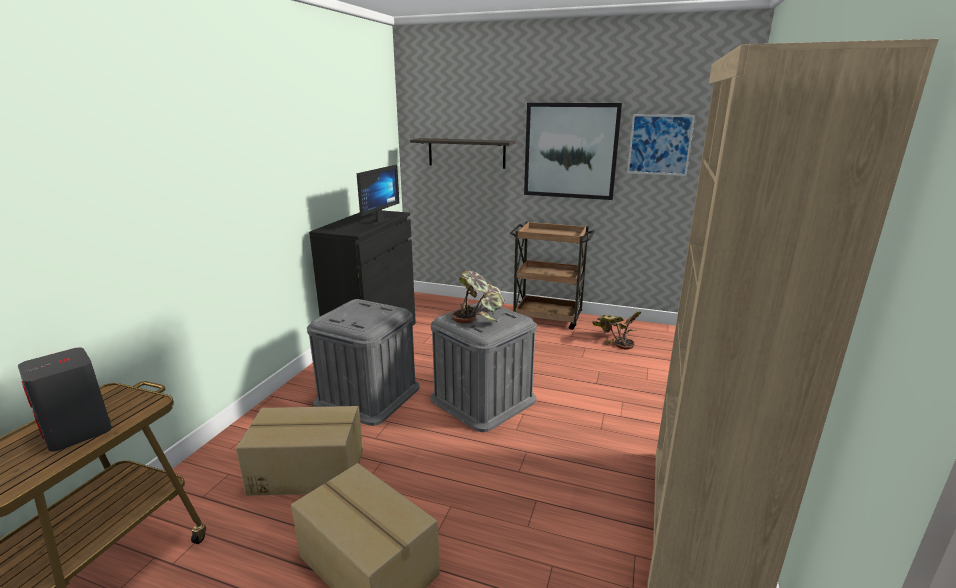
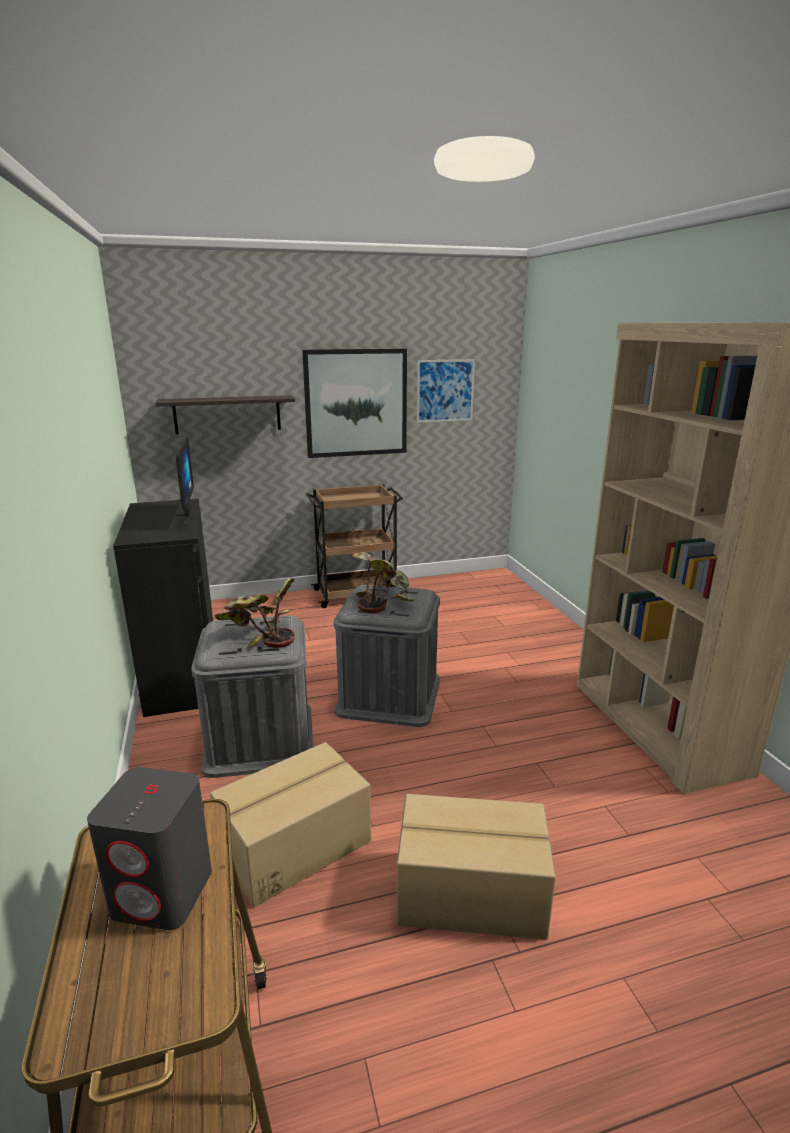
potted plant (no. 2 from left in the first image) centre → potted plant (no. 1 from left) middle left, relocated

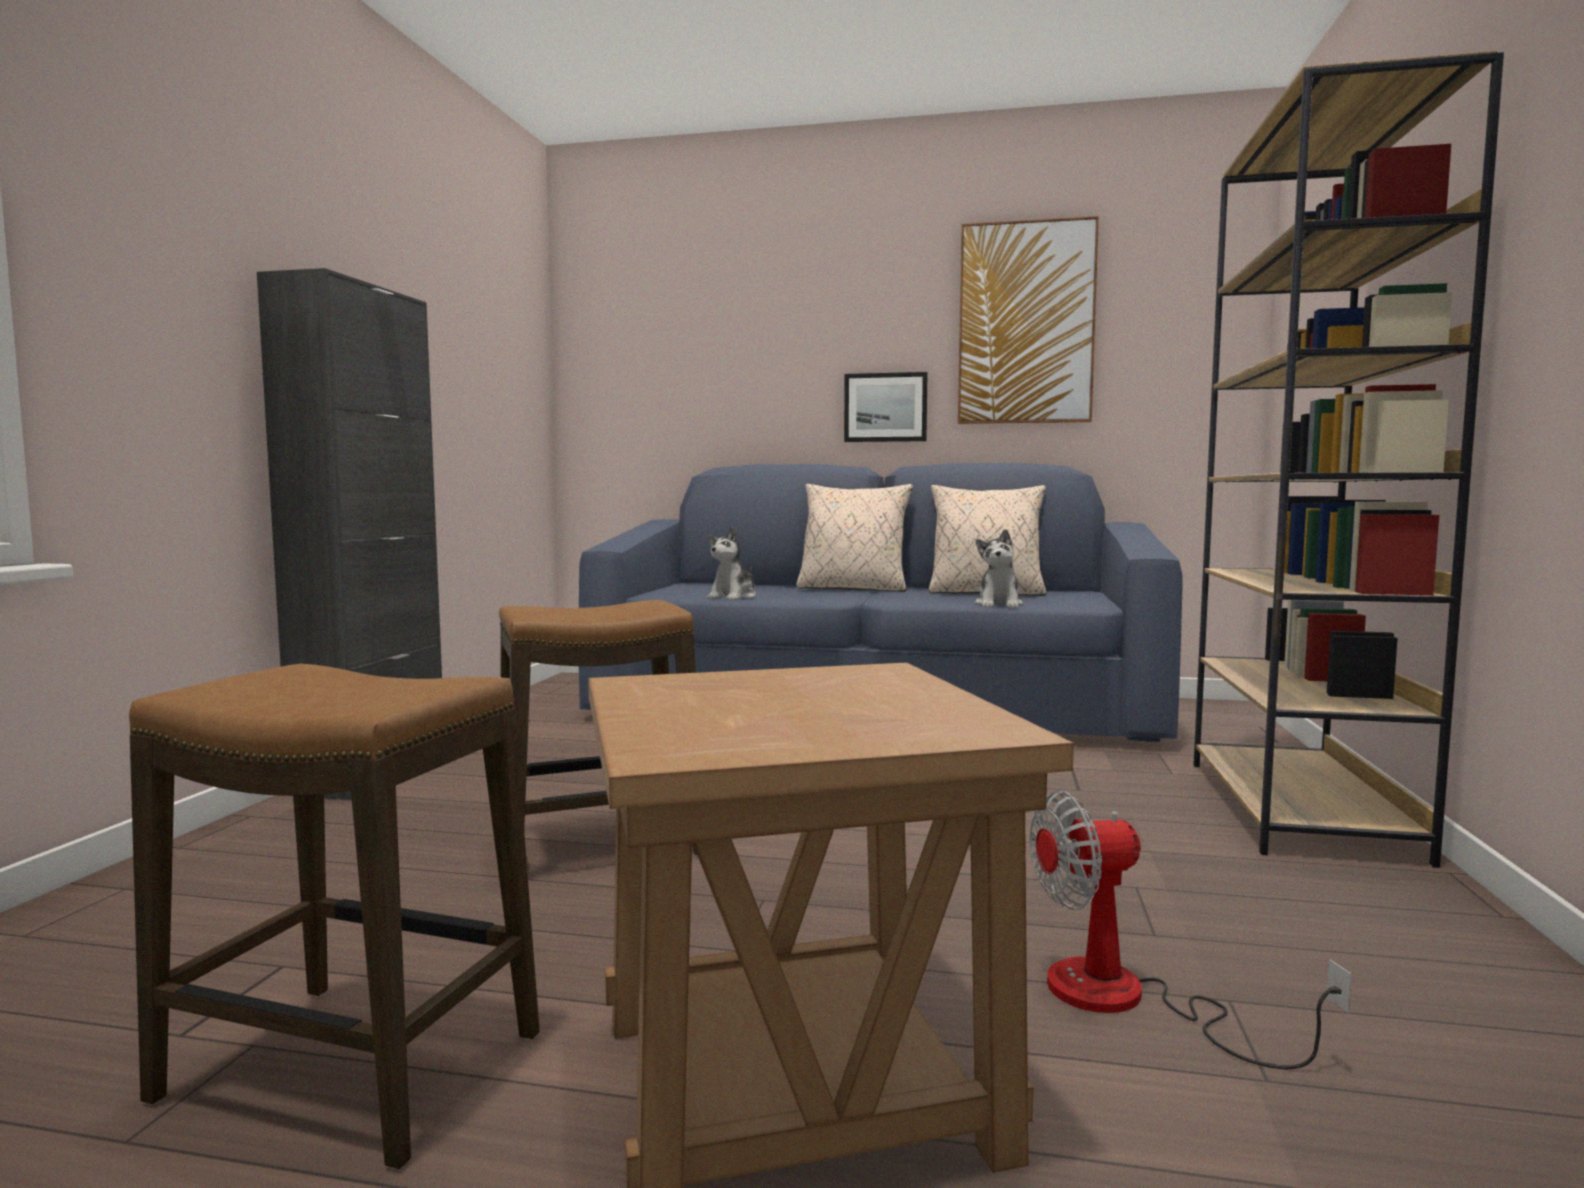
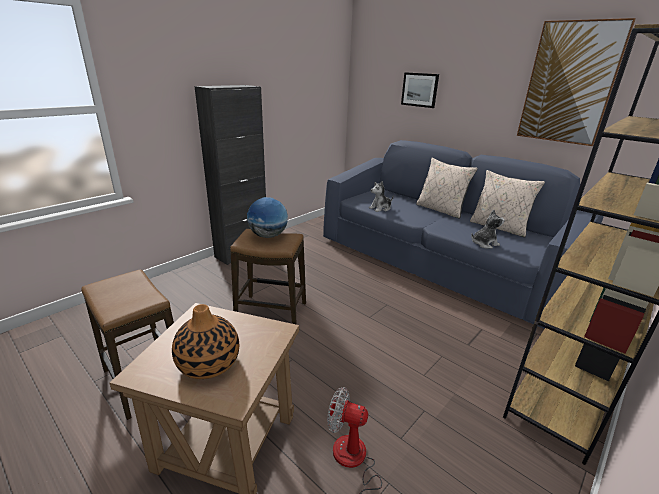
picture (no. 1 from left) centre → picture (no. 1 from left) top centre, relocated
plush toy (no. 2 from left) centre → plush toy (no. 2 from left) middle right, 150 degrees counterclockwise
- → globe centre
- → vase bottom left

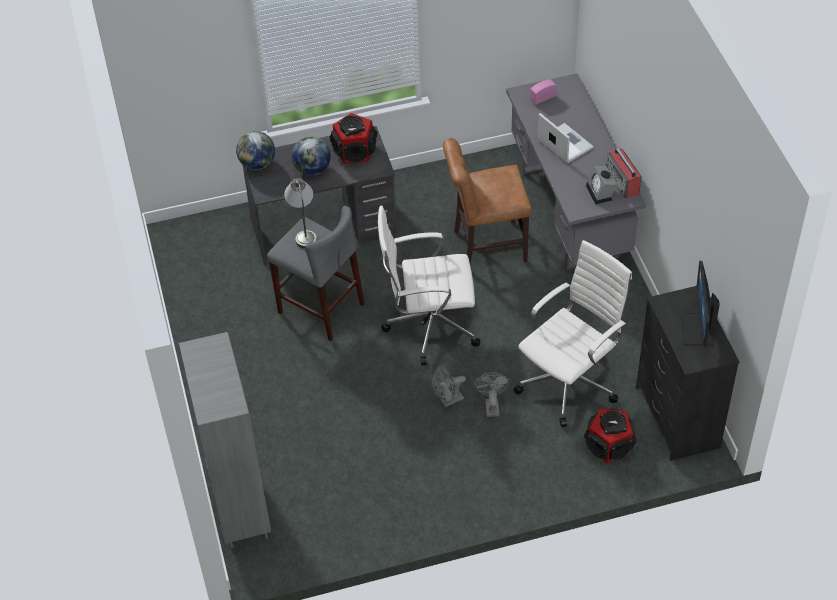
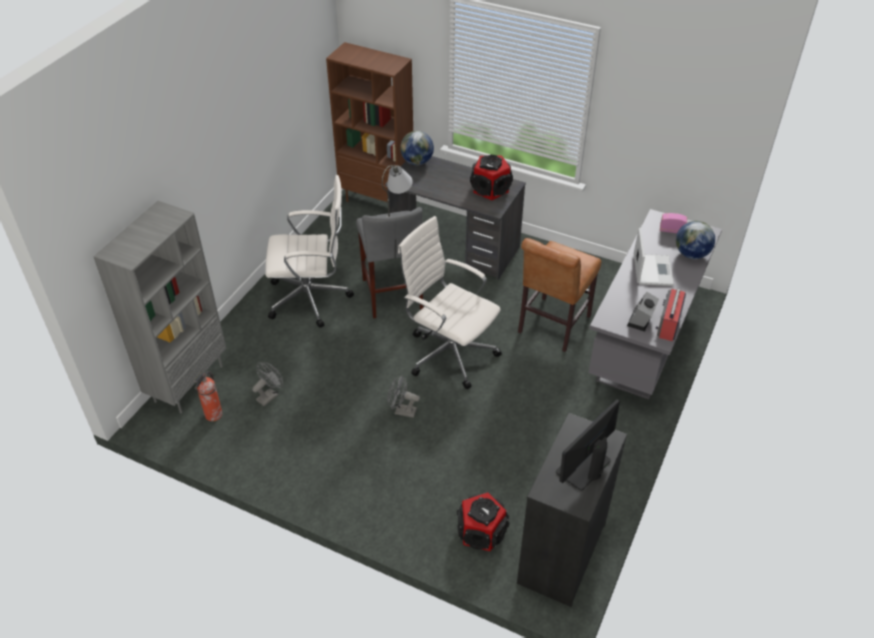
globe (no. 2 from left) top centre → globe (no. 2 from left) middle right, relocated
brown chair centre, 90 degrees counterclockwise
white office chair (no. 2 from left in the first image) middle right → white office chair (no. 1 from left) centre, relocated
grey fan (no. 2 from left in the first image) centre → grey fan (no. 1 from left) middle left, relocated
- → brown bookcase top centre
- → fire extinguisher middle left

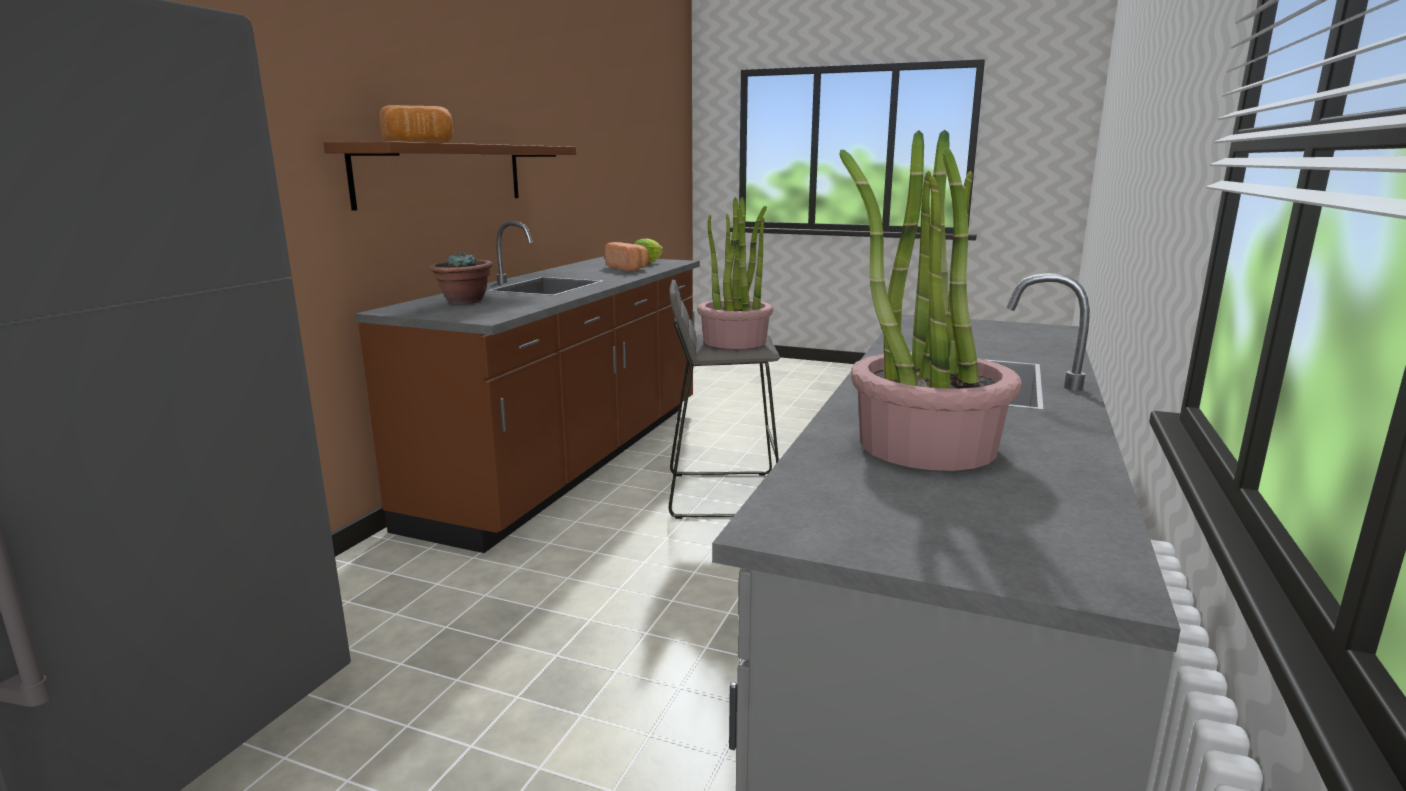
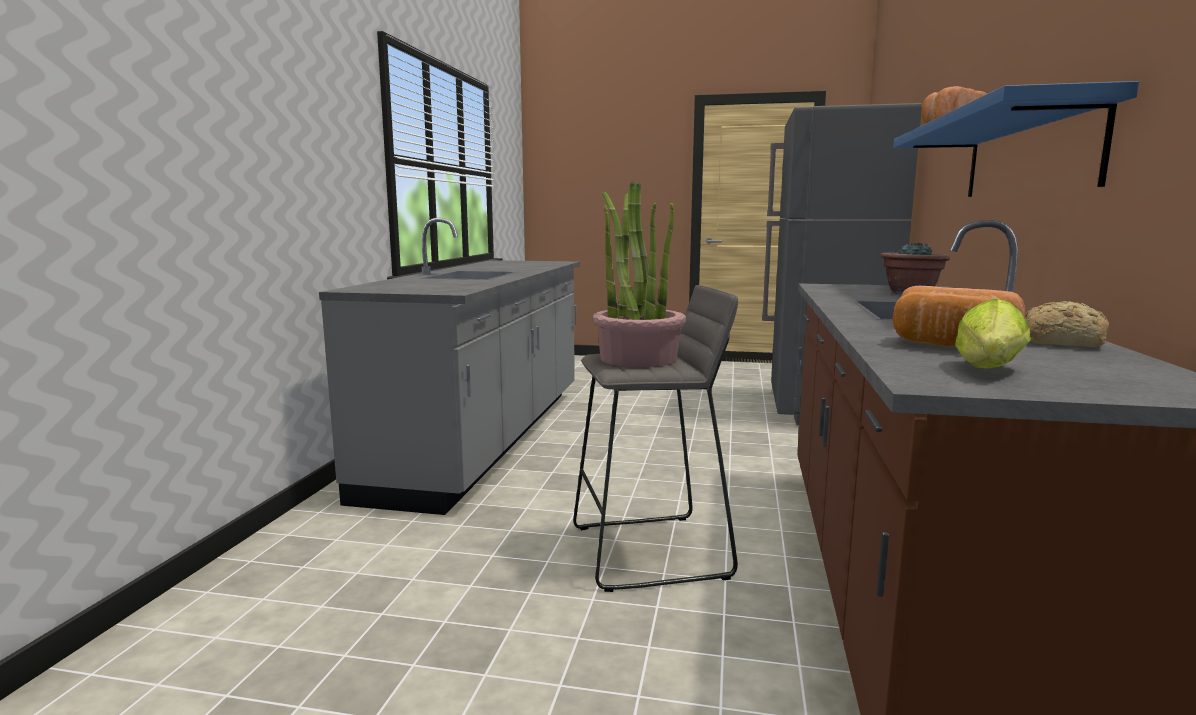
potted plant (no. 3 from left) centre → -
brown shelf top left → blue shelf top right
- → bread (no. 3 from left) middle right

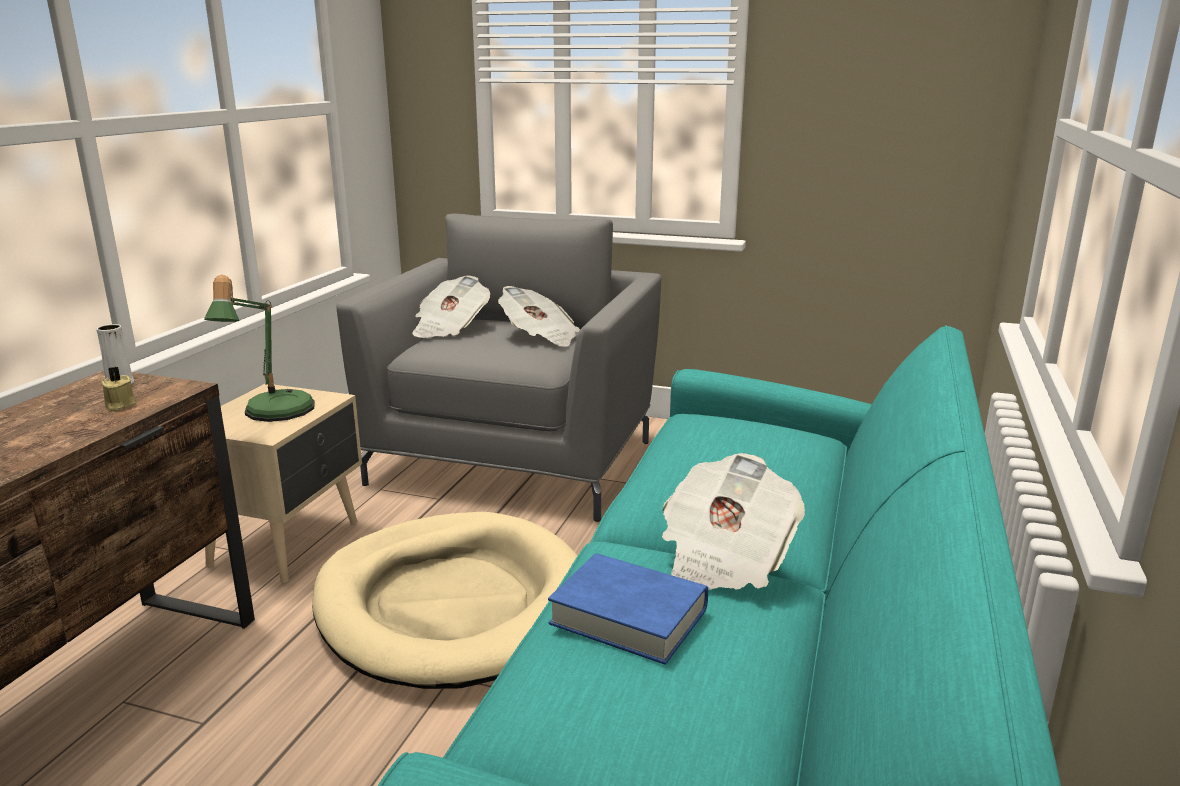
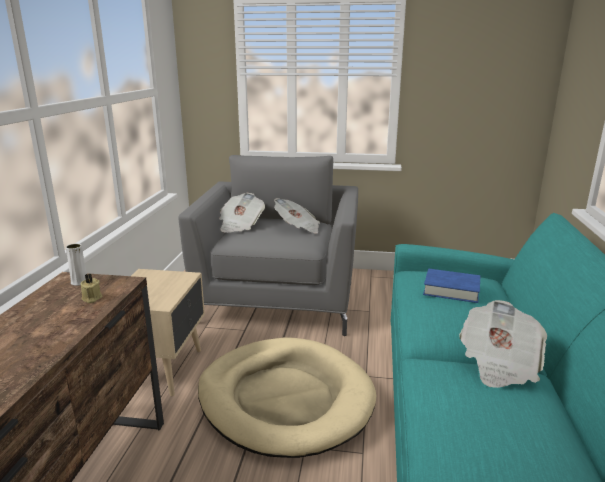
table lamp middle left → -
blue book bottom centre → blue book middle right, relocated

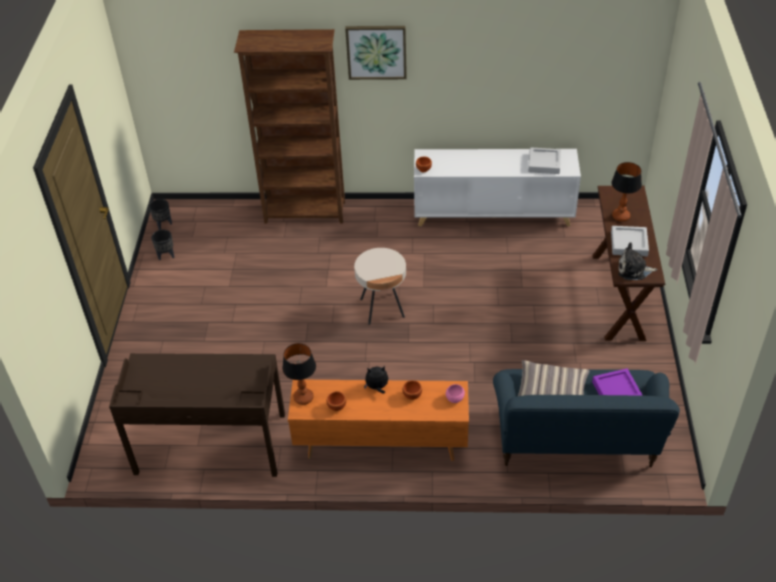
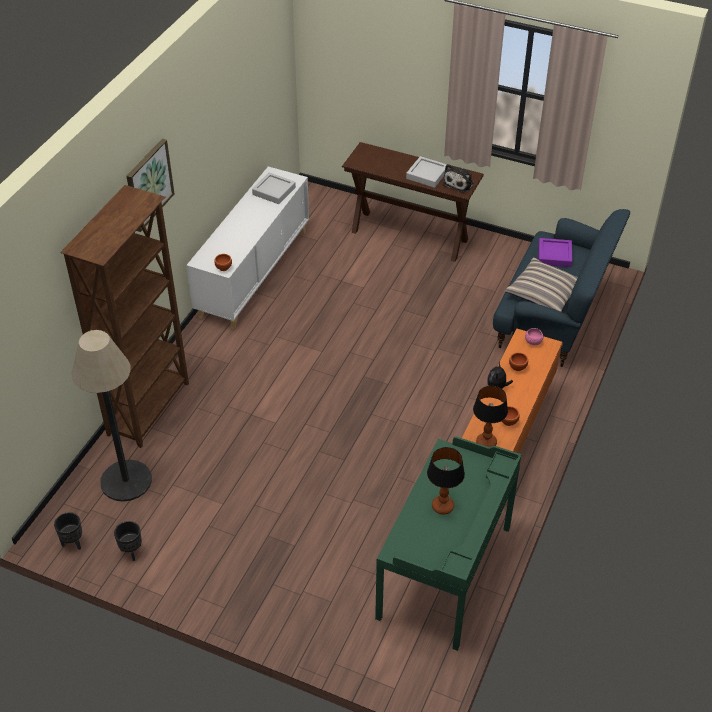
table lamp (no. 2 from left in the first image) top right → table lamp (no. 1 from left) bottom centre, relocated
beige side table centre → -
brown desk bottom left → green desk bottom centre
- → floor lamp middle left

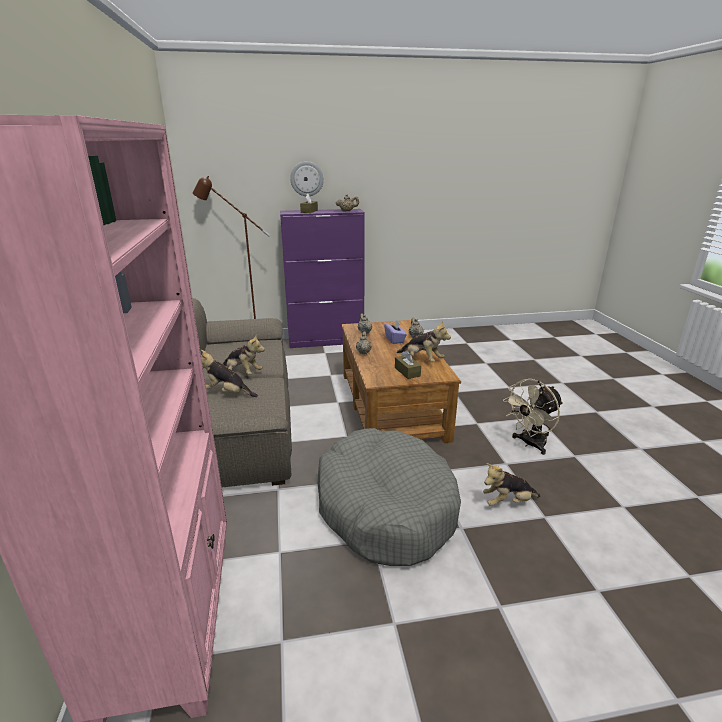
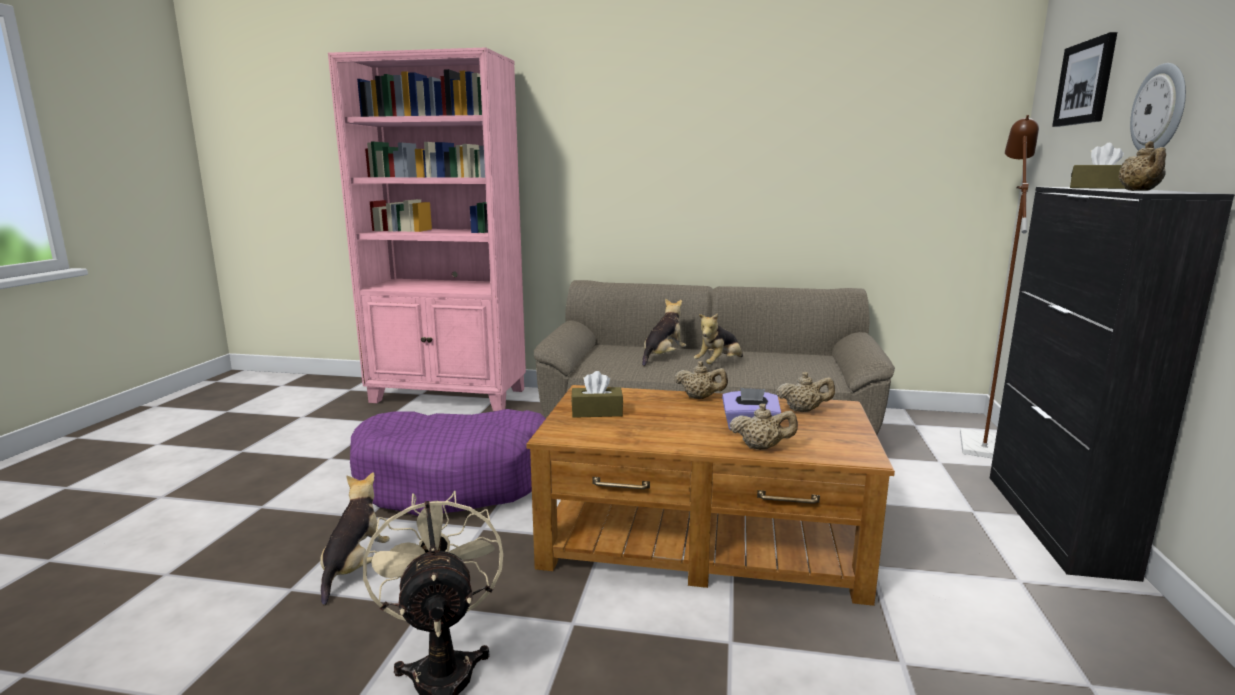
purple cabinet centre → black cabinet middle right
plush toy (no. 3 from left) centre → -
grey dog bed bottom centre → purple dog bed centre
- → picture top right

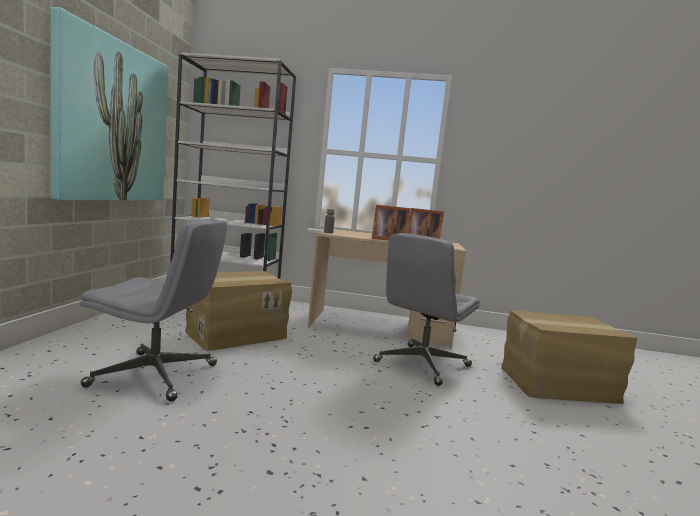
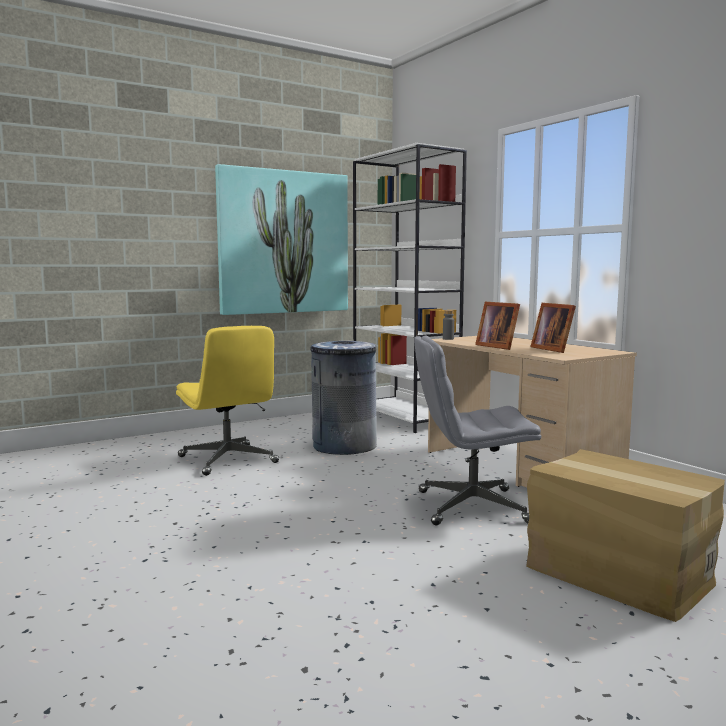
grey office chair (no. 1 from left) middle left → yellow office chair middle left
cardboard box (no. 1 from left) centre → grey trash can centre

